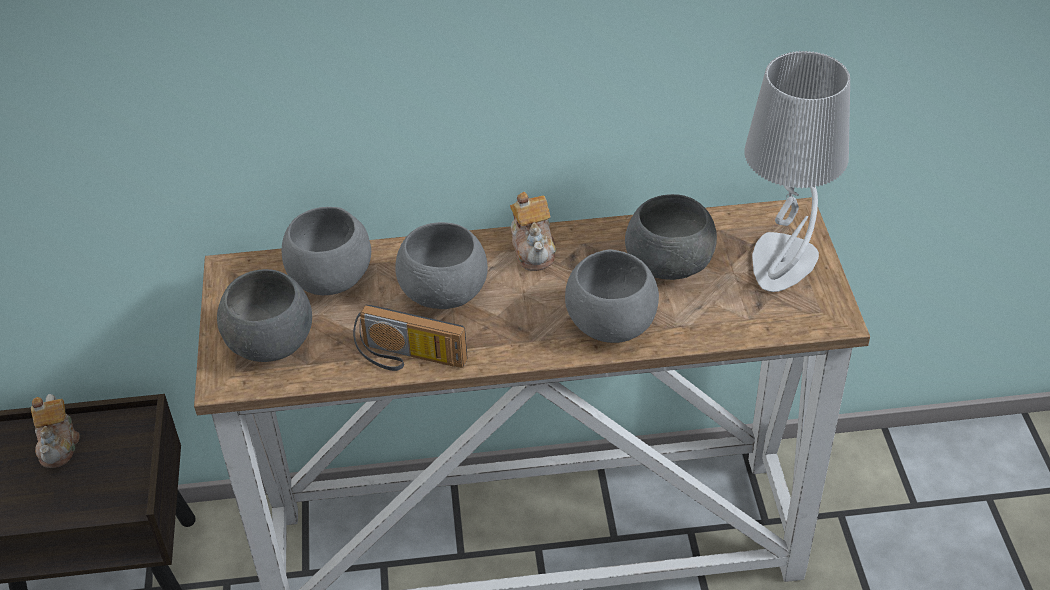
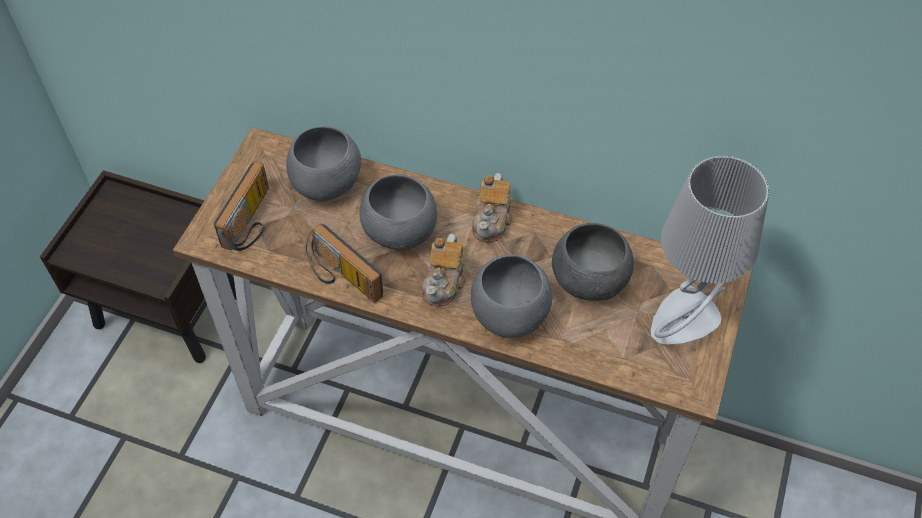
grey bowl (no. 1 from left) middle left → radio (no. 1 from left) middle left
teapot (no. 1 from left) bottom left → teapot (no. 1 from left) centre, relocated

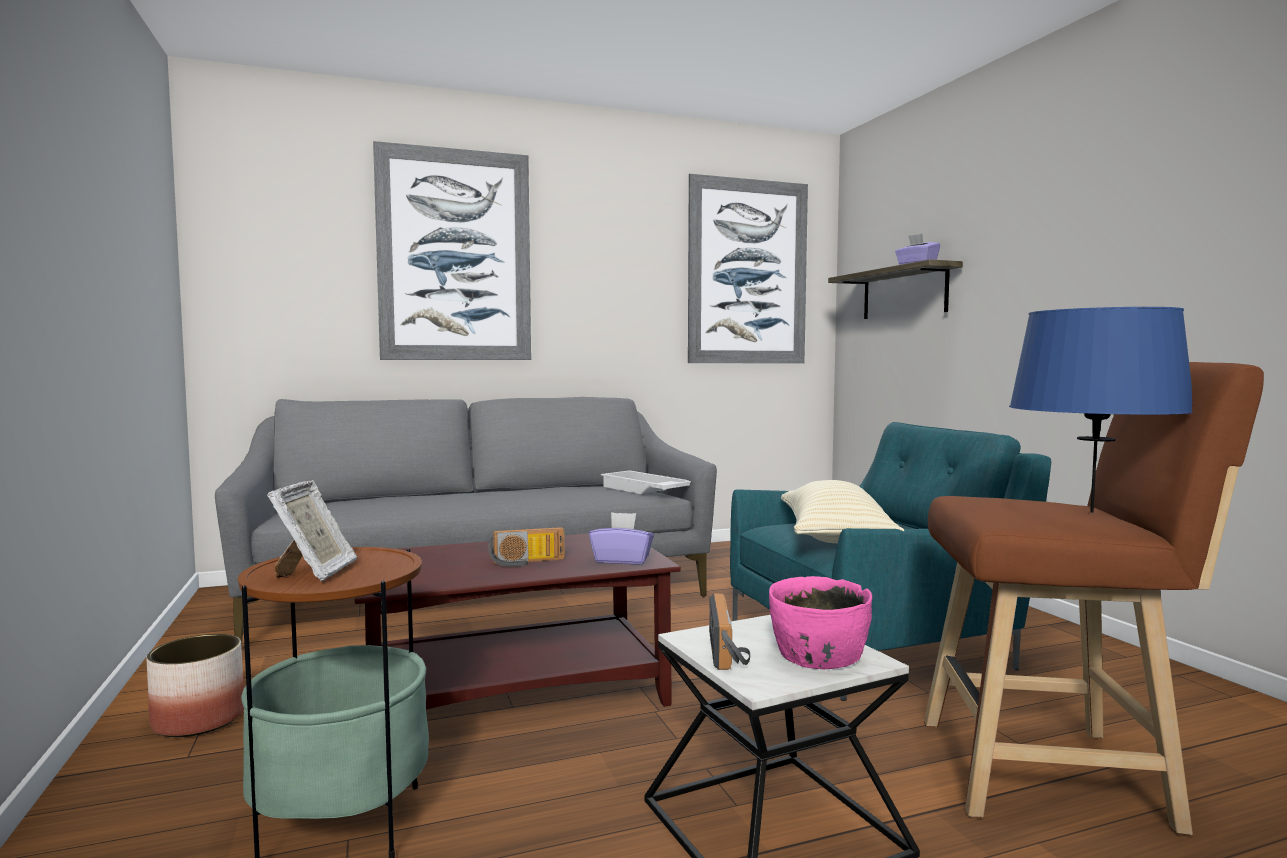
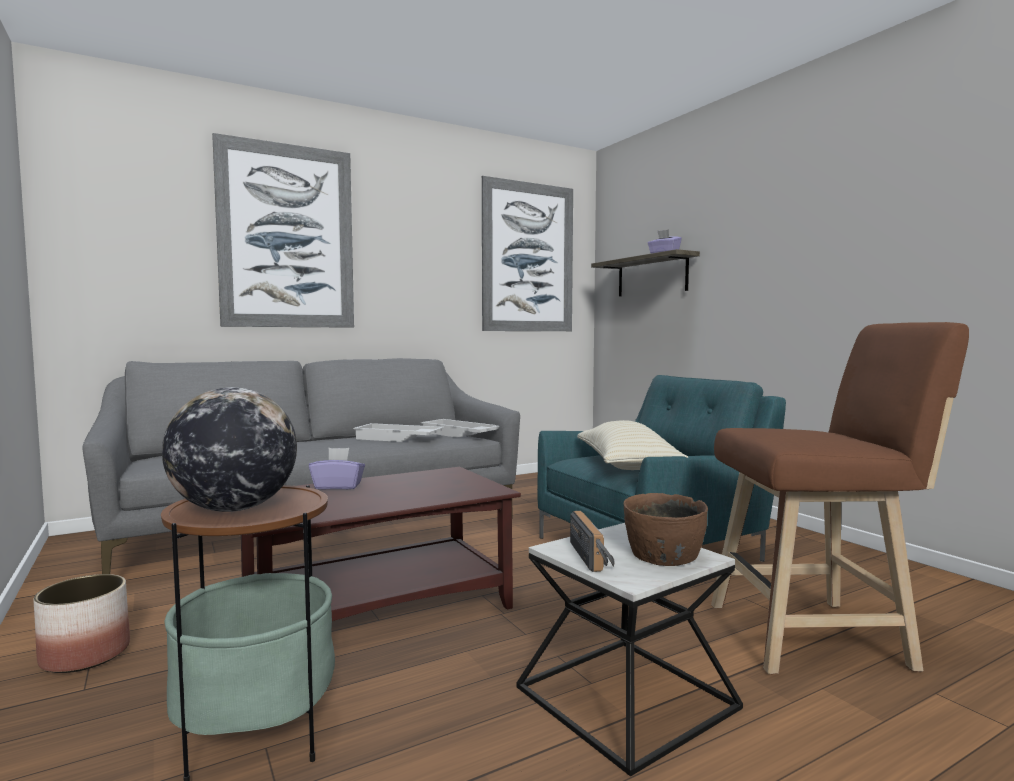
blue table lamp middle right → -
picture frame middle left → globe middle left
purple tissue box (no. 1 from left) centre → purple tissue box (no. 1 from left) middle left, relocated
radio (no. 1 from left) centre → -
pink bowl bottom centre → brown bowl bottom centre
- → white tray (no. 1 from left) centre

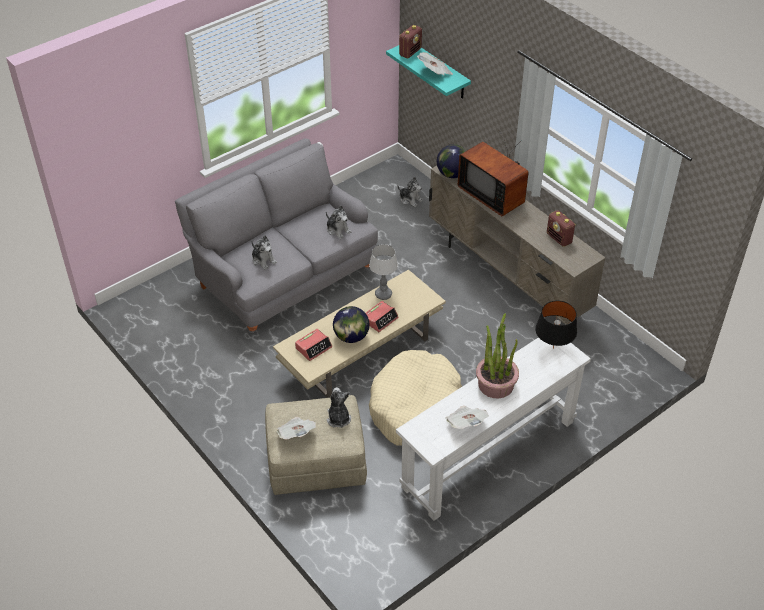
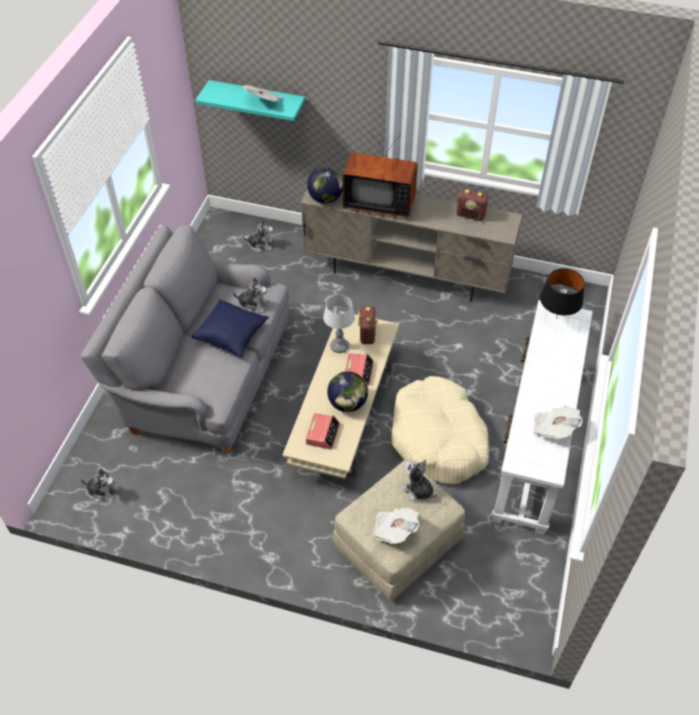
radio (no. 1 from left) top centre → radio (no. 1 from left) centre, relocated
plush toy (no. 1 from left) centre → plush toy (no. 1 from left) bottom left, relocated
potted plant centre → -
- → blue pillow middle left

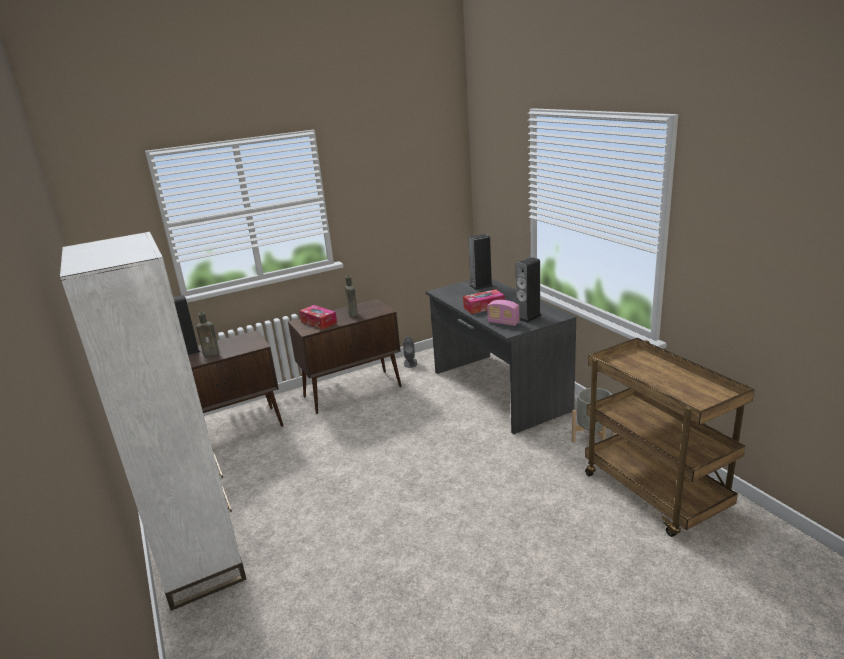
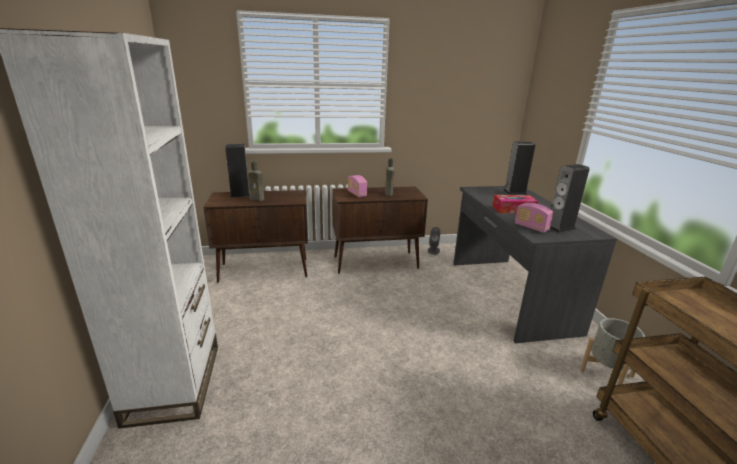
tissue box (no. 1 from left) centre → radio (no. 1 from left) centre

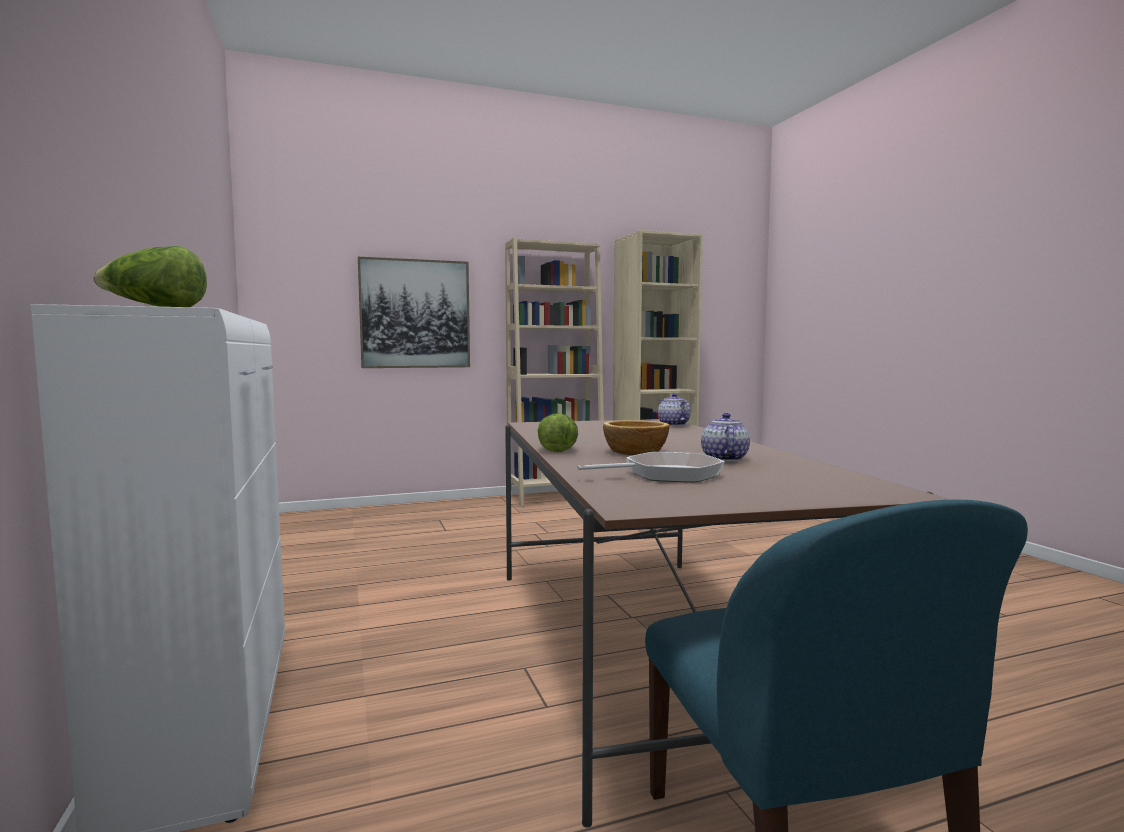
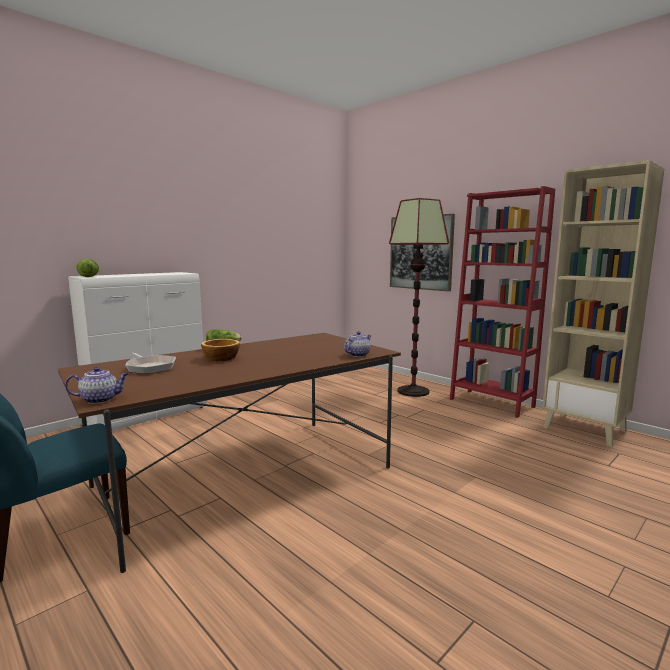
beige bookcase (no. 1 from left) centre → red bookcase middle right
teapot (no. 2 from left in the first image) centre → teapot (no. 1 from left) middle left, relocated
- → floor lamp centre

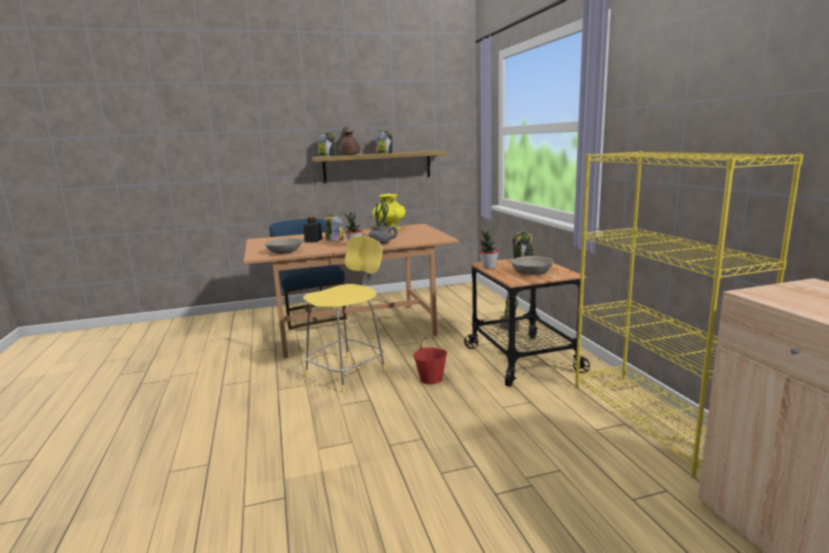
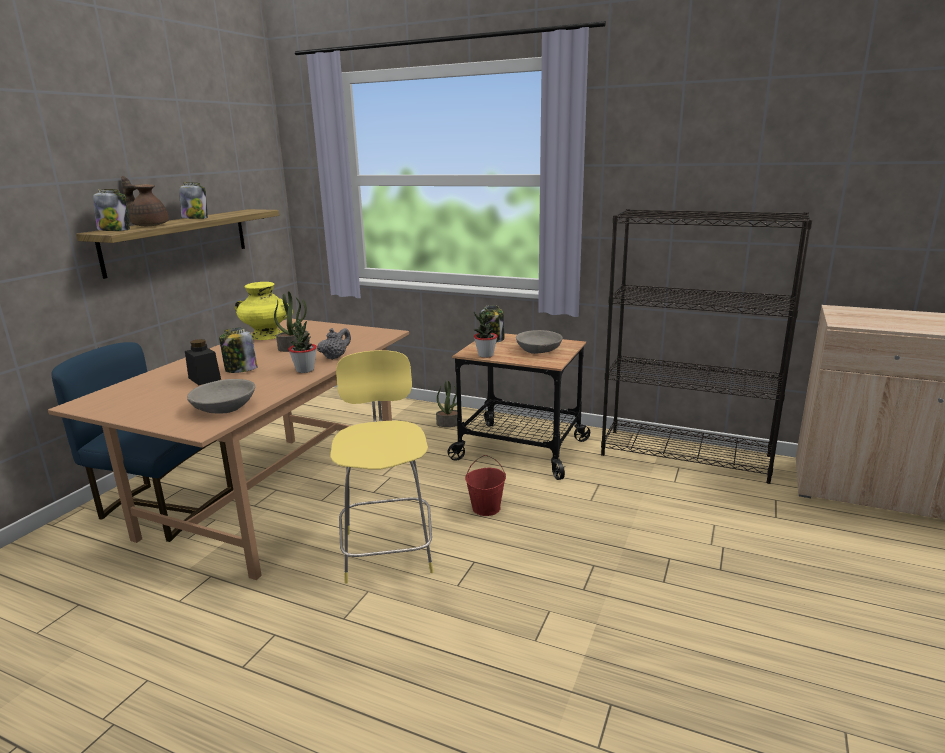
yellow bookcase middle right → black bookcase middle right

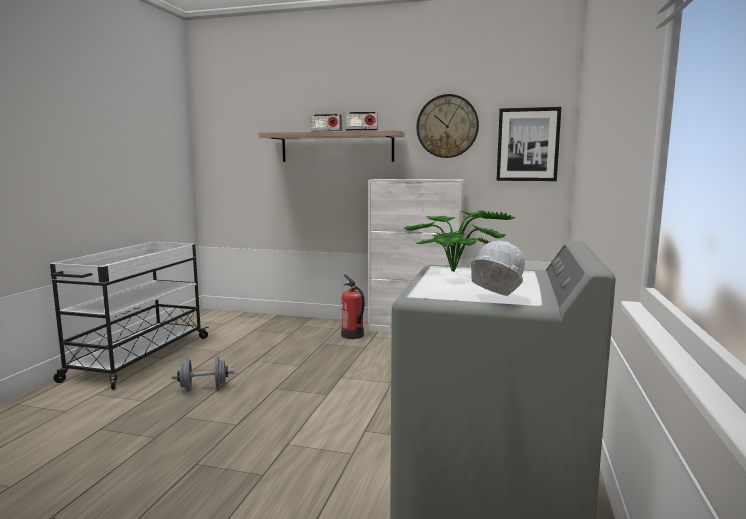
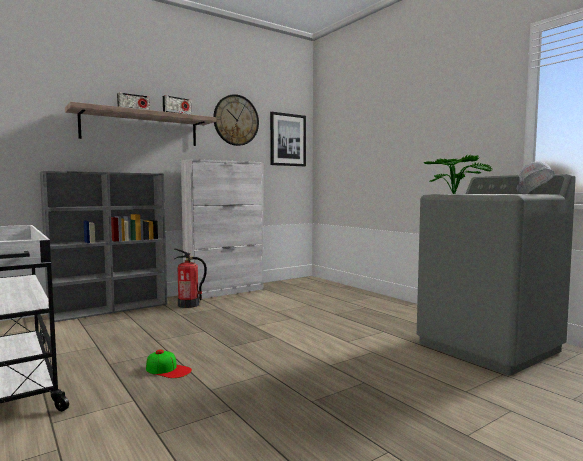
grey dumbbell bottom left → cap bottom left
- → grey bookcase middle left

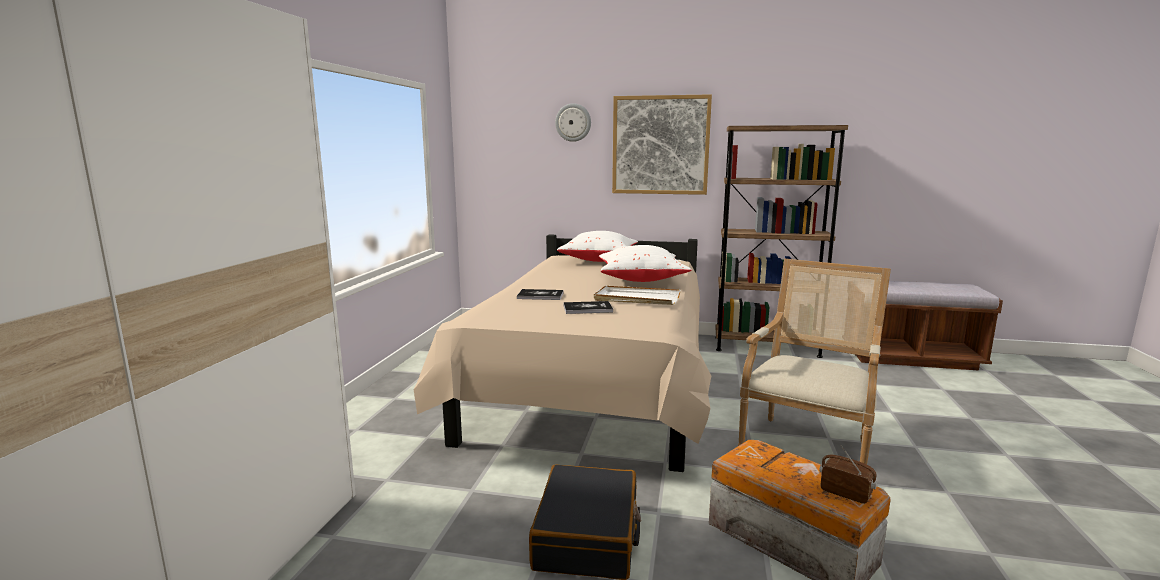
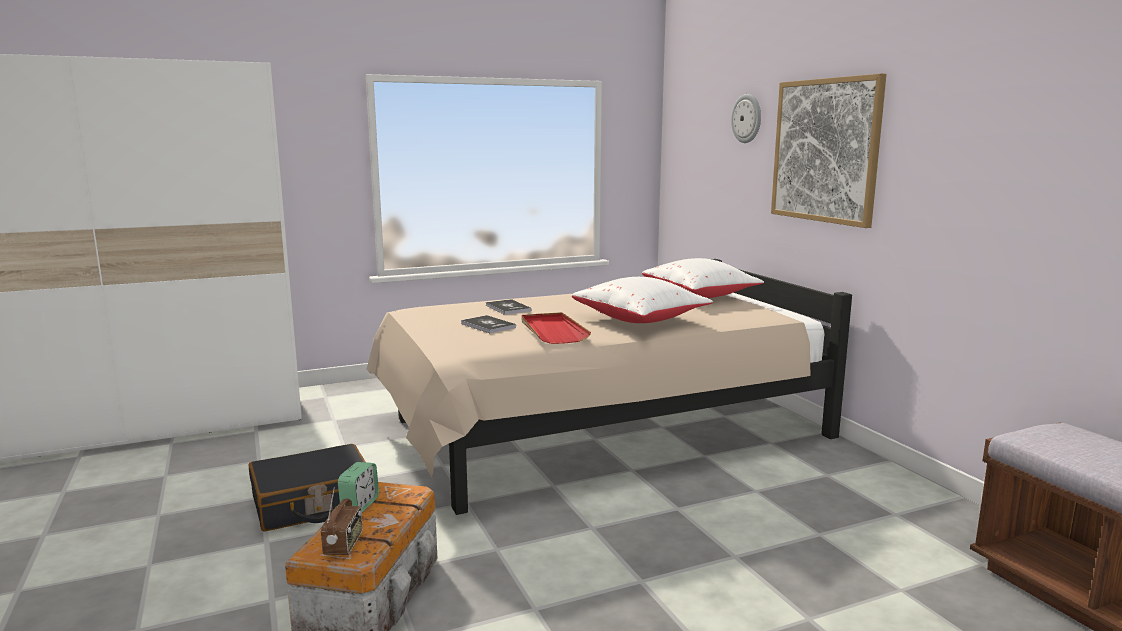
brown bookcase middle right → -
armchair middle right → -
white tray centre → red tray centre
- → alarm clock bottom left

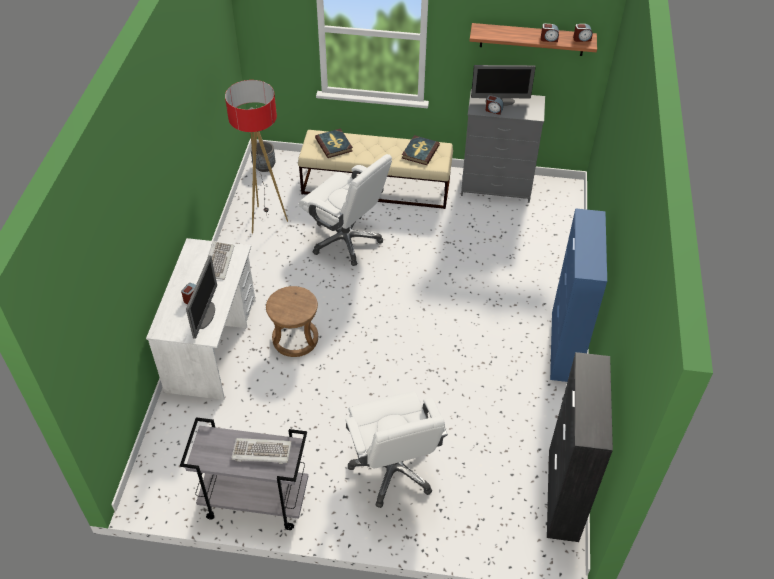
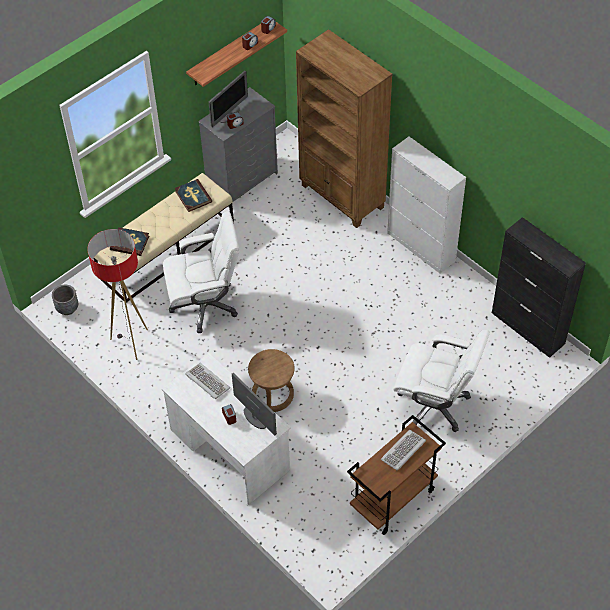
blue cabinet middle right → white cabinet middle right
grey cart bottom left → brown cart bottom centre
- → brown bookcase top centre

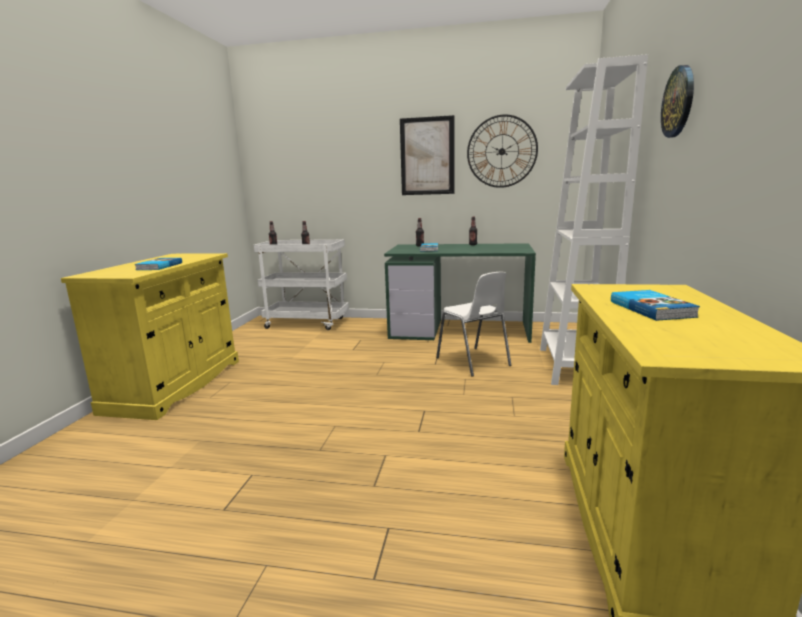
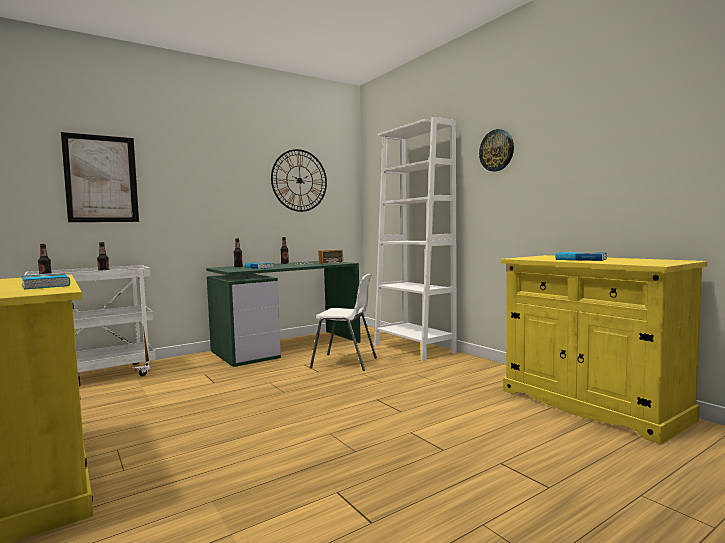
picture top centre → picture top left, relocated
- → radio centre

